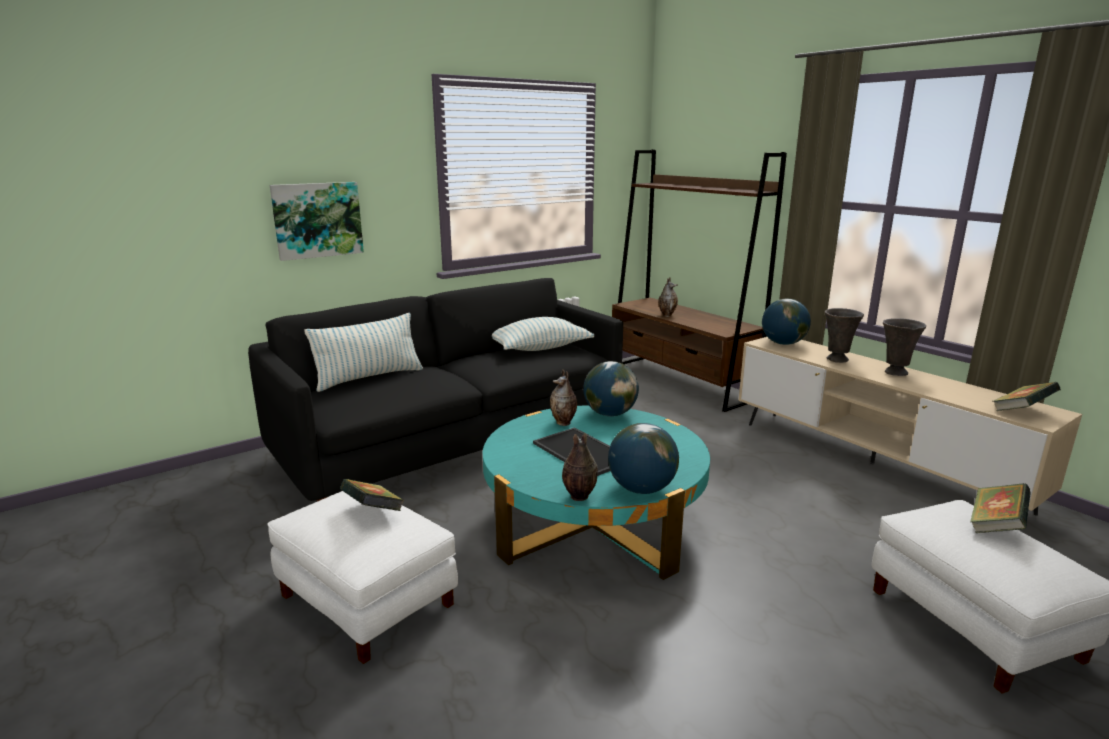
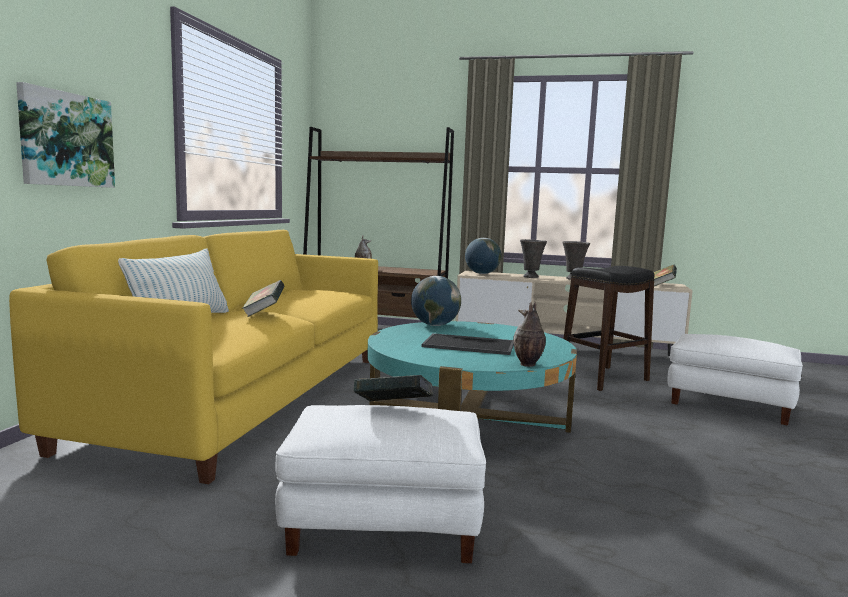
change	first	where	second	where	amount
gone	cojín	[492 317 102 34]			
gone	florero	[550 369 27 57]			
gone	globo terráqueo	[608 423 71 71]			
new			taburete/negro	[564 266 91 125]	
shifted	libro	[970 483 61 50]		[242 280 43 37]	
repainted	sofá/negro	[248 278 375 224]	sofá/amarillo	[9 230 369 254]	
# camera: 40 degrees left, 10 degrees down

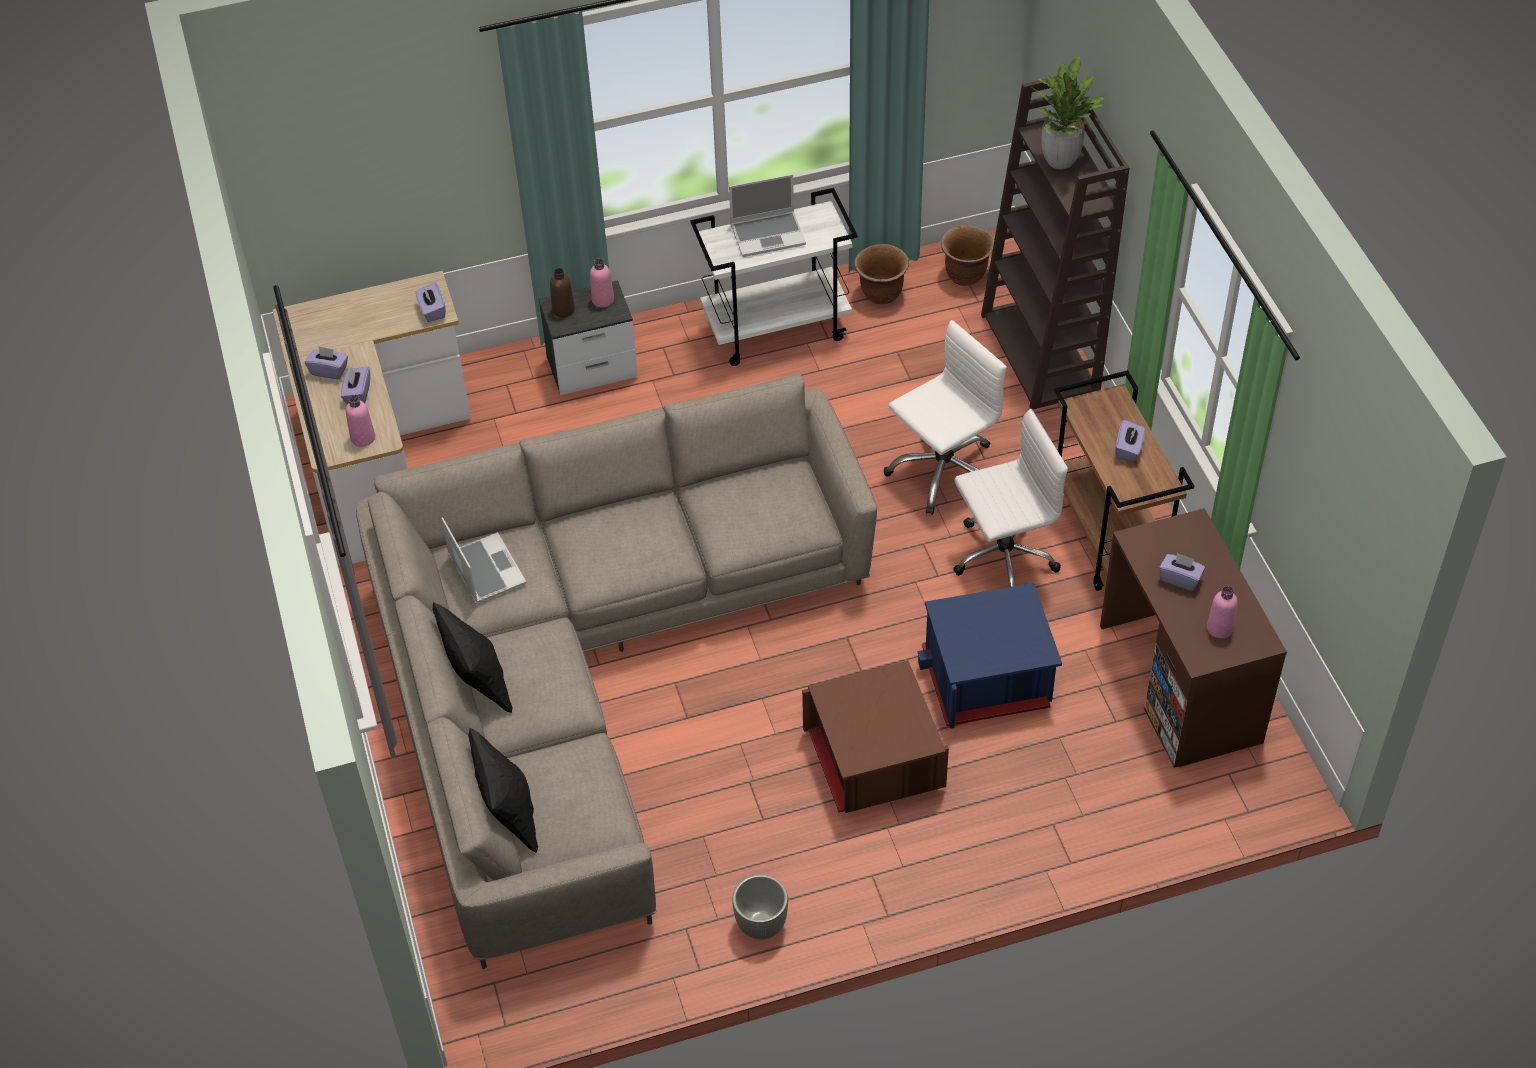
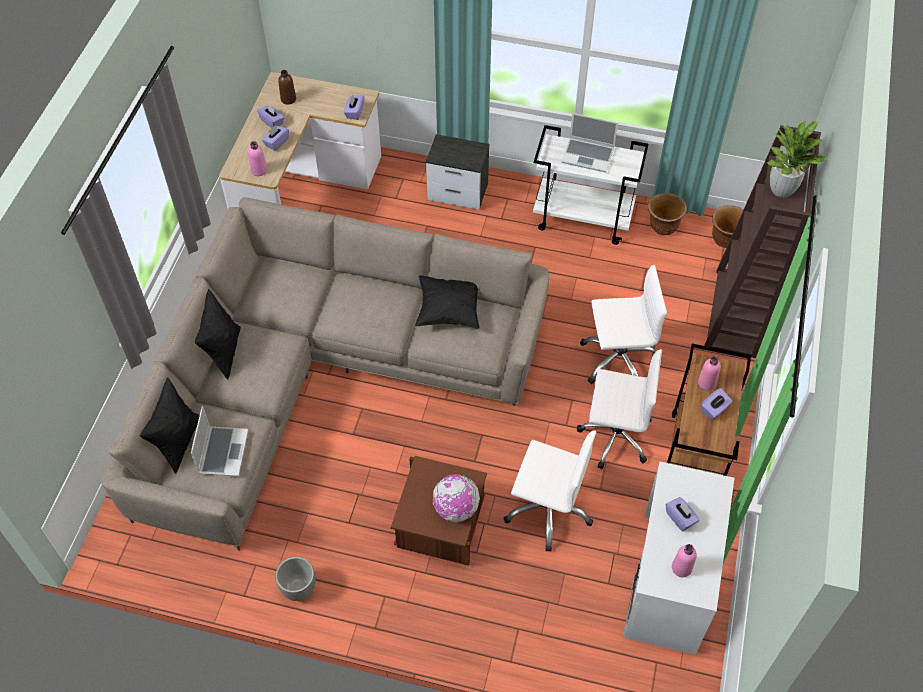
change	first	where	second	where	amount
new			cojín/negro	[415 275 64 54]	
new			globo terráqueo	[433 474 47 48]	
shifted	portátil	[441 517 86 87]		[191 406 57 71]	
shifted	botella/marrón	[550 268 25 49]		[278 70 18 35]	
shifted	botella/rosa	[590 259 24 49]		[698 356 23 34]	
swapped	caja de almacenaje/azul	[917 582 145 147]	silla de oficina/blanco	[504 430 92 121]	
repainted	escritorio/marrón	[1100 508 187 260]	escritorio/blanco	[623 462 111 193]	
# camera: 30 degrees right, 5 degrees up

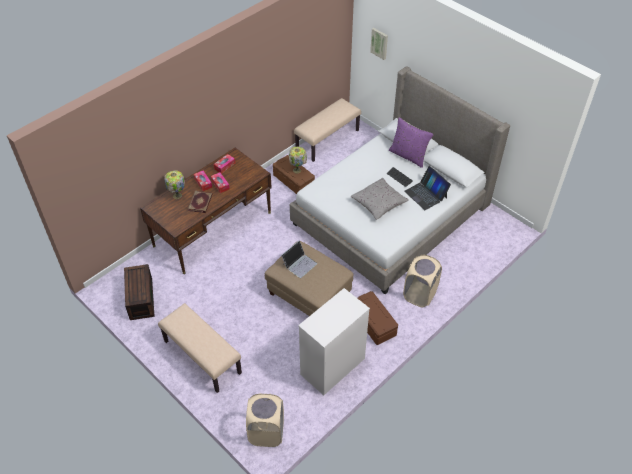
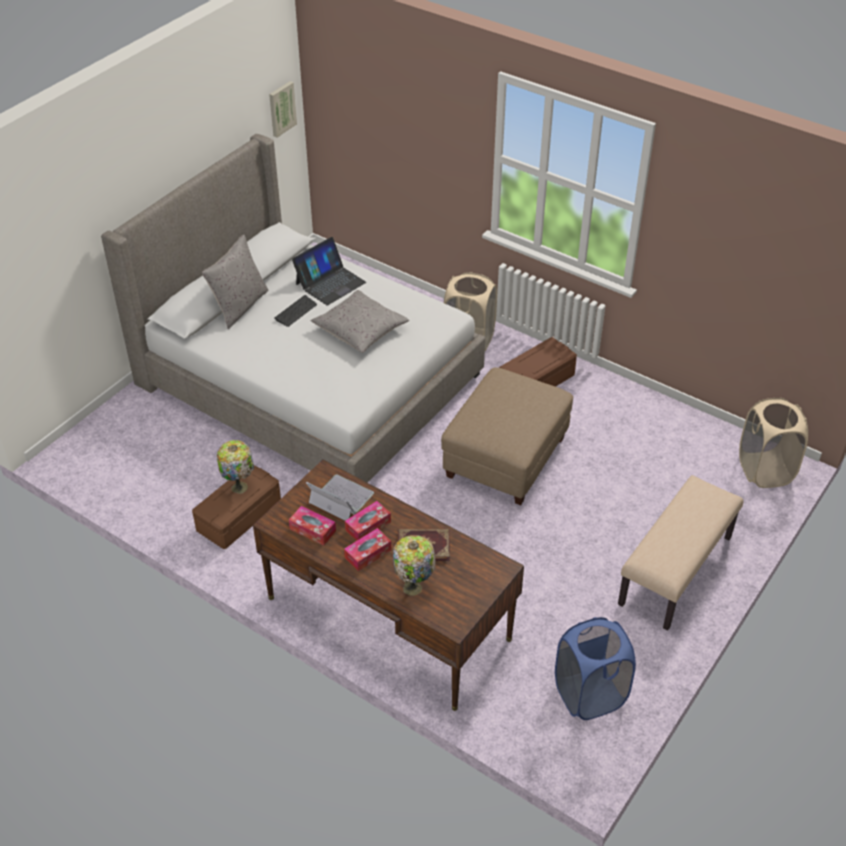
change	first	where	second	where	amount
gone	banco/beis	[294 98 67 64]			
gone	cómoda/blanco	[298 288 72 107]			
shifted	portátil	[281 240 36 38]		[306 474 68 46]	
shifted	cuadro	[370 28 18 32]		[269 81 28 57]	
swapped	caja de almacenaje/marrón	[124 264 31 56]	cesto de la ropa/azul	[555 617 81 103]	
repainted	cojín/morado	[389 118 45 50]	cojín/gris	[202 235 66 94]	
# camera: 100 degrees left, 5 degrees down

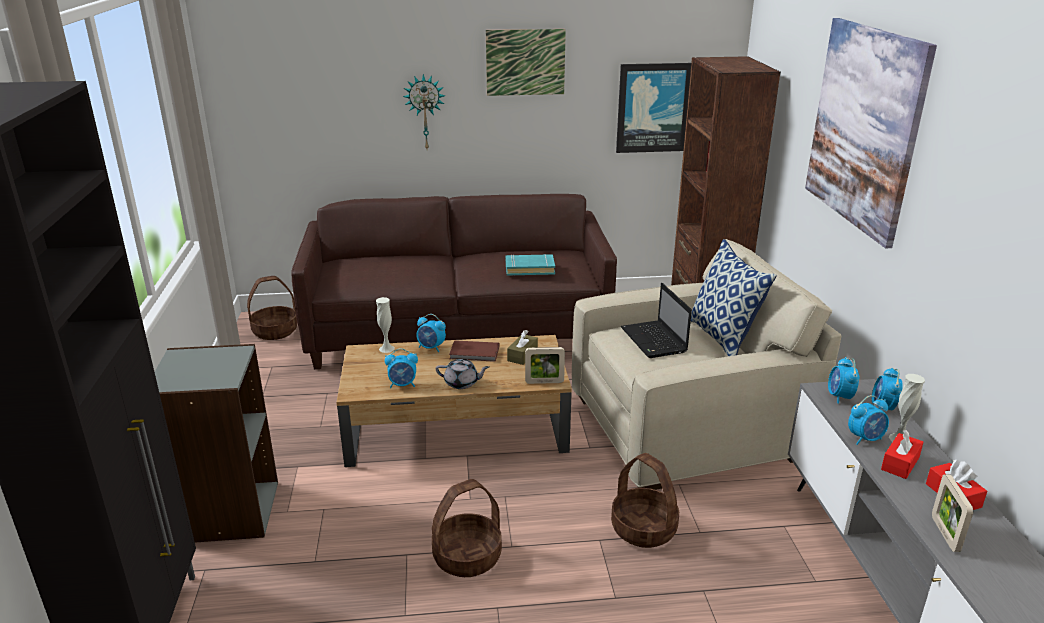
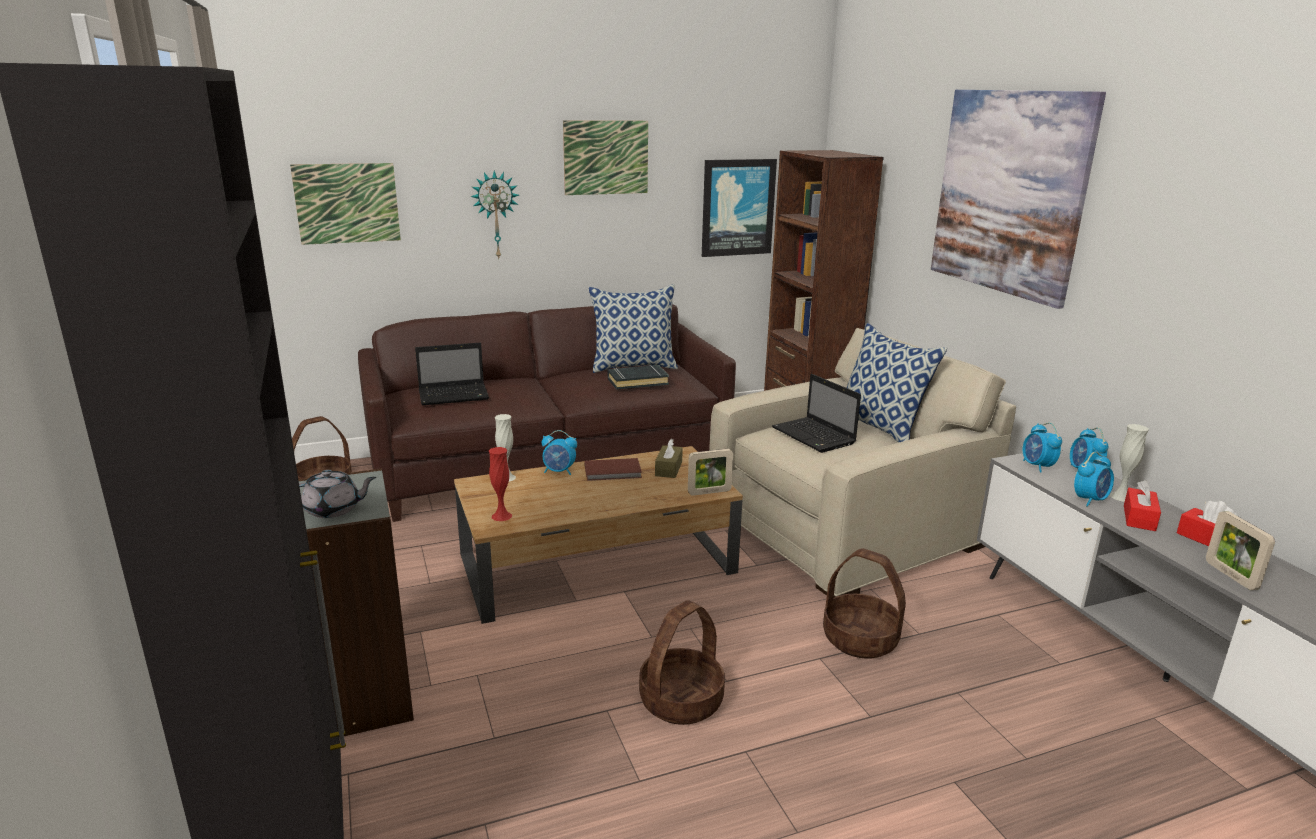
change	first	where	second	where	amount
gone	despertador	[385 348 33 41]			
new			cuadro	[290 163 111 82]	
new			portátil	[415 343 74 62]	
new			florero/rojo	[489 447 23 74]	
new			cojín	[589 284 89 89]	
shifted	tetera/gris	[436 359 53 30]		[299 470 77 48]	
repainted	libro/turquesa	[506 254 49 22]	libro/negro	[608 365 61 25]	
# camera: 15 degrees left, 5 degrees down

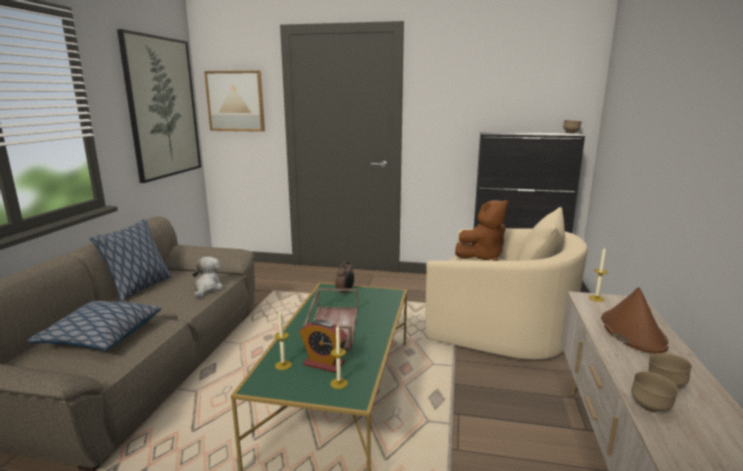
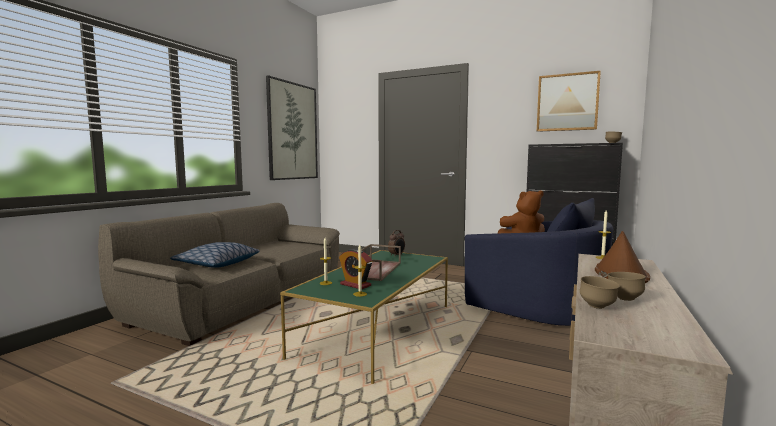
change	first	where	second	where	amount
gone	cojín	[90 219 82 83]			
gone	peluche	[192 257 31 41]			
shifted	cuadro	[204 71 61 61]		[537 71 64 61]	
repainted	sillón/beis	[425 207 163 152]	sillón/azul	[465 198 148 128]	
# camera: 15 degrees right, 10 degrees down

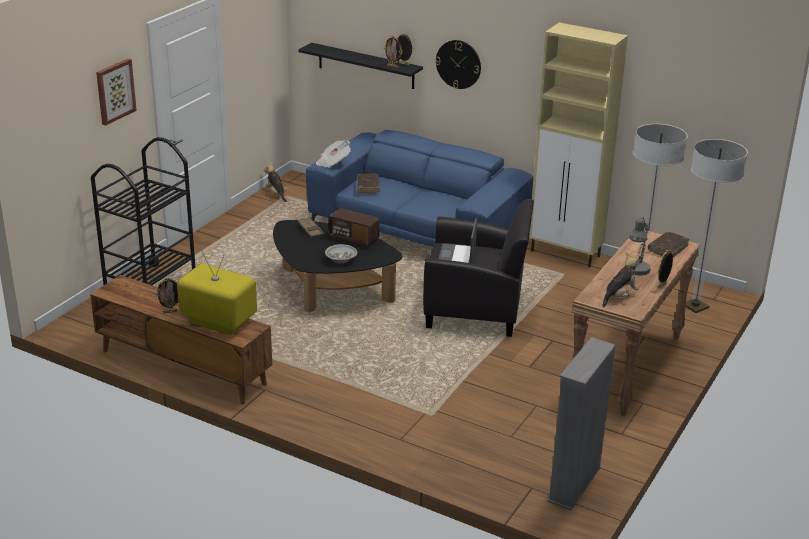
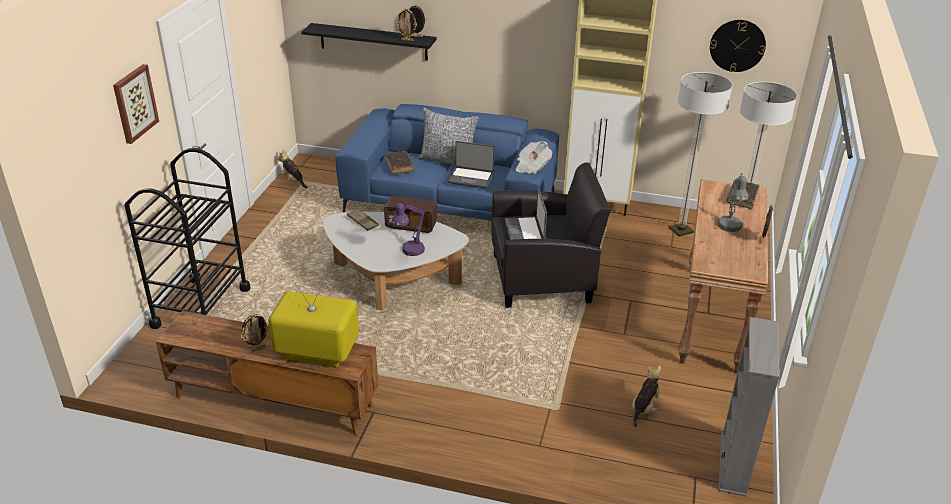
change	first	where	second	where	amount
new			cojín	[418 108 61 57]	
new			portátil	[448 141 47 48]	
shifted	periódico	[316 140 35 28]		[515 141 37 33]	
shifted	reloj de pared	[435 40 46 49]		[710 20 56 52]	
shifted	peluche	[603 253 36 54]		[632 366 30 61]	
swapped	cuenco	[325 244 32 19]	lámpara de mesa/morado	[391 201 35 55]	
repainted	mesa de centro/negro	[273 220 129 93]	mesa de centro/blanco	[323 212 146 98]	
# camera: 15 degrees left, 5 degrees up

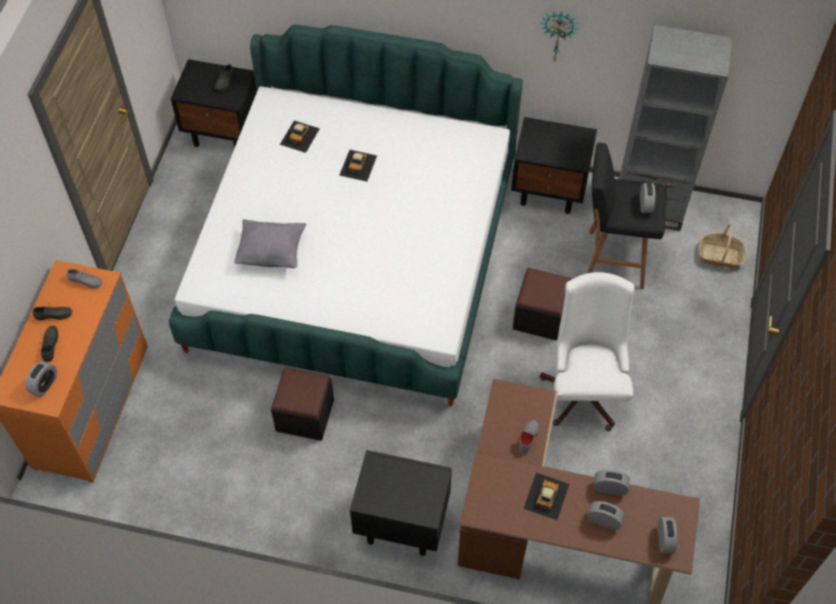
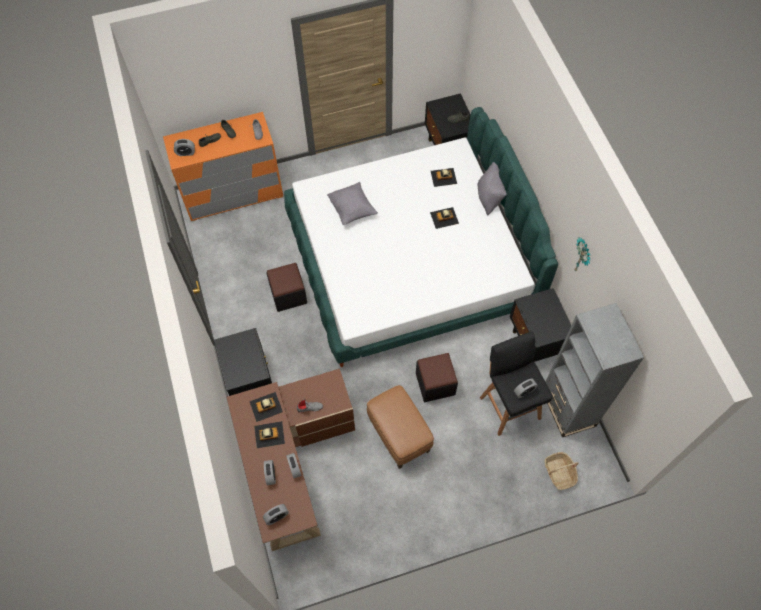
change	first	where	second	where	amount
new			coche de juguete	[249 392 34 30]	
new			cojín/gris	[477 162 30 53]	
swapped	silla de oficina/blanco	[540 272 94 159]	puf/marrón	[367 385 67 84]	
# camera: 60 degrees right, 5 degrees up

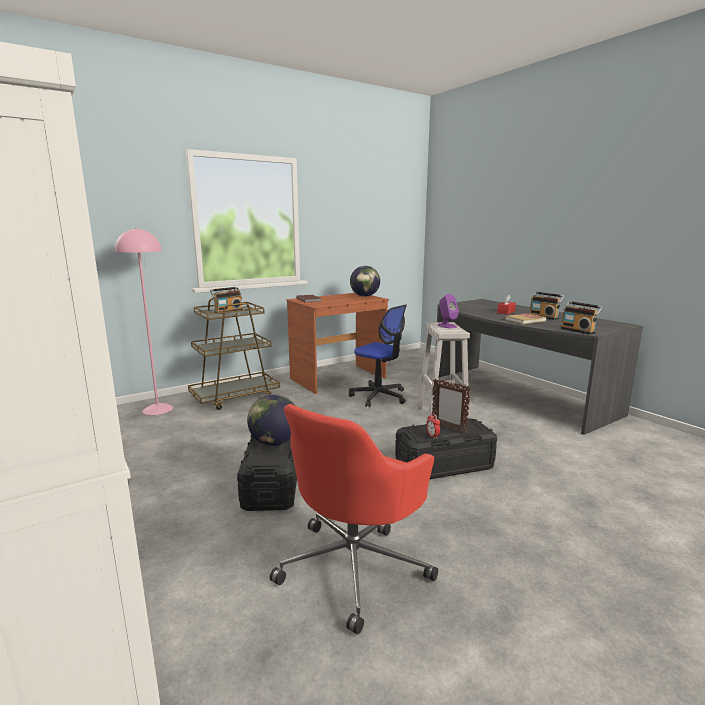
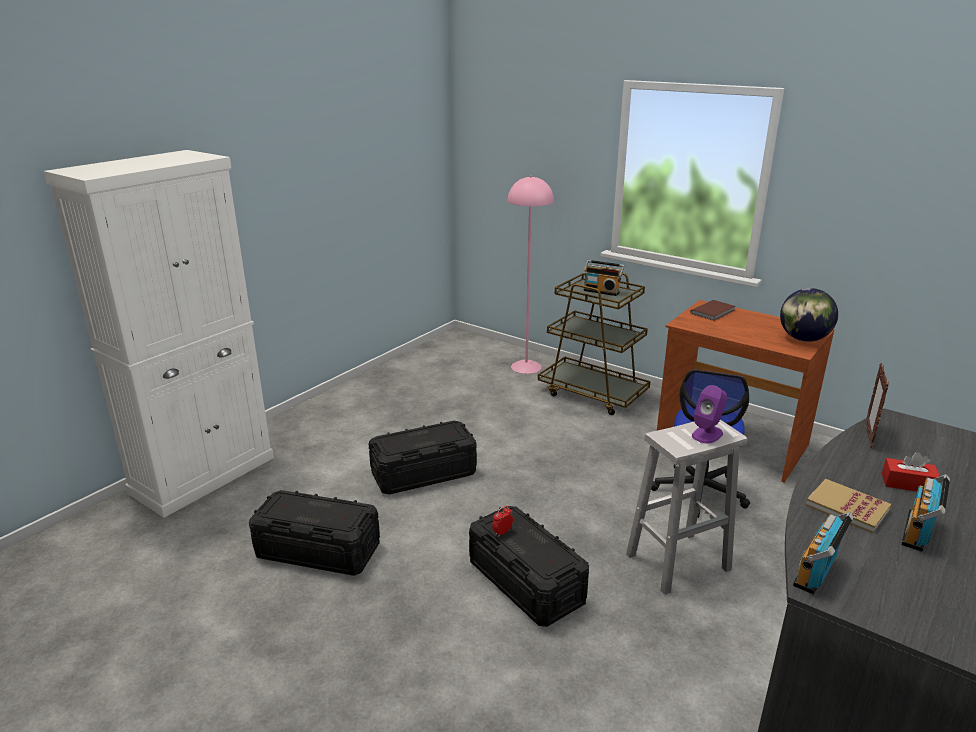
change	first	where	second	where	amount
gone	globo terráqueo	[247 394 47 52]			
shifted	portarretratos	[432 378 39 56]		[865 363 24 85]	
swapped	silla de oficina/rojo	[270 404 168 230]	caja de almacenaje/negro	[249 490 131 86]	
# camera: 70 degrees right, 10 degrees up

